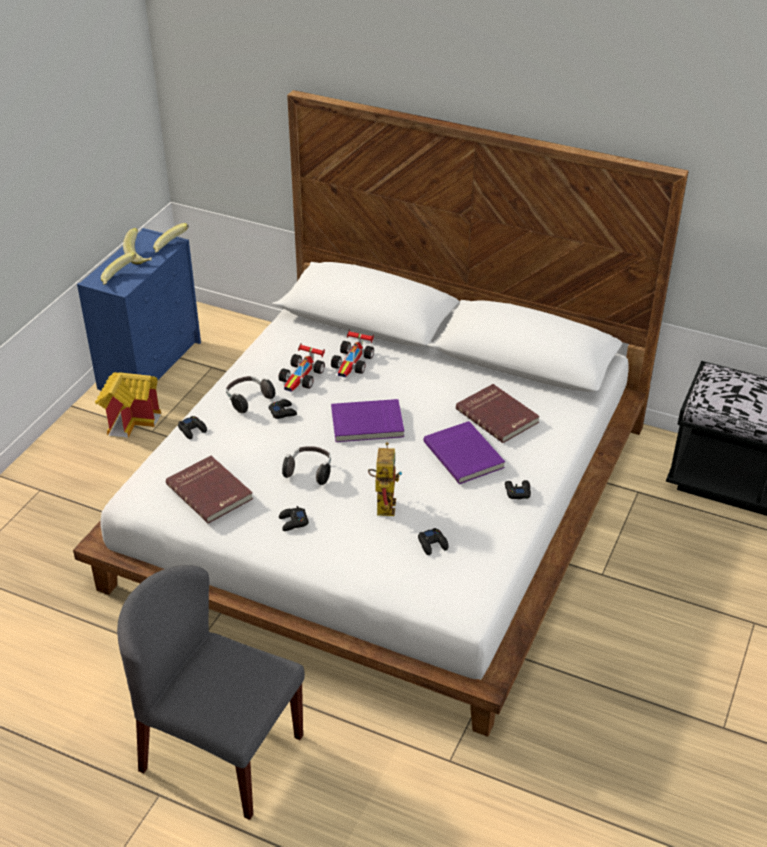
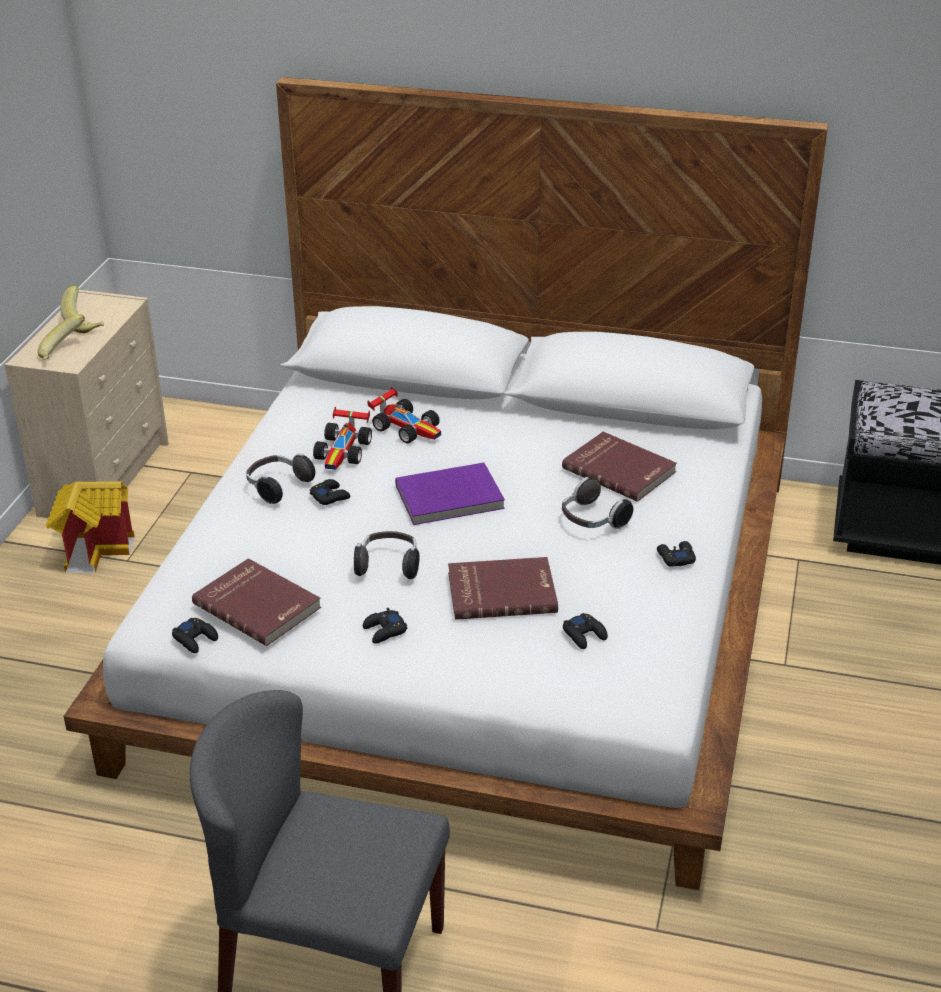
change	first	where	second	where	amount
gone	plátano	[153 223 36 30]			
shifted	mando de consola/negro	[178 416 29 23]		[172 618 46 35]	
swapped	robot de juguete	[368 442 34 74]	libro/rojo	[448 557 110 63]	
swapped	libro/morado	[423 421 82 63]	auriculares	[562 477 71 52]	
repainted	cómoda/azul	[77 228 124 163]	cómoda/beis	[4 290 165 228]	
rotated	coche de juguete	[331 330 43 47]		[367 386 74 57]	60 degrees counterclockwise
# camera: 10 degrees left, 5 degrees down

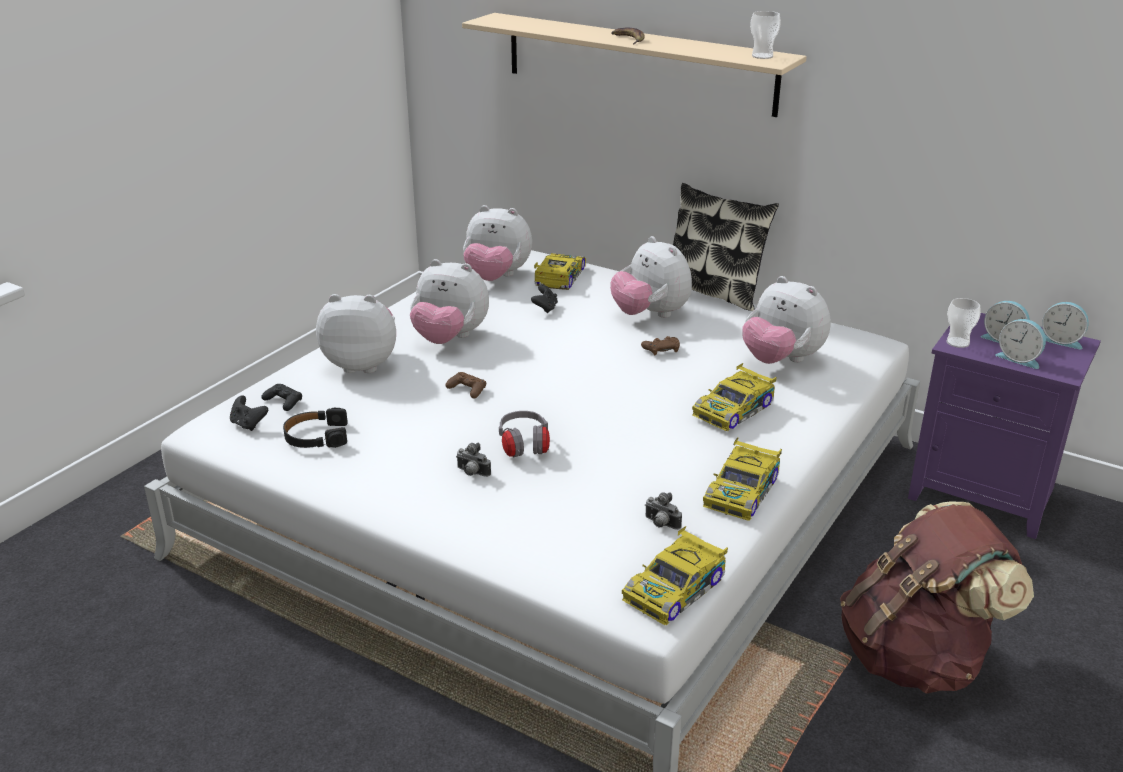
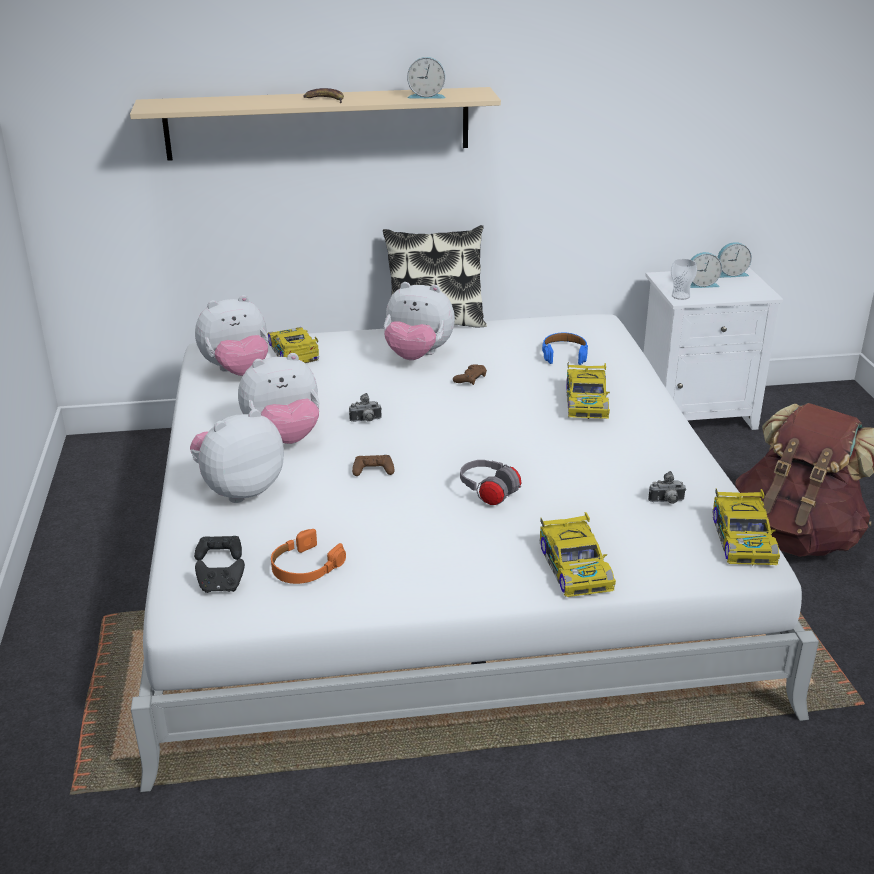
change	first	where	second	where	amount
gone	mando de consola/negro	[531 284 27 29]			
gone	taza	[750 11 31 48]			
shifted	cámara	[456 443 35 34]		[349 393 33 29]	
shifted	coche de juguete	[703 437 79 84]		[540 512 76 85]	
shifted	despertador	[995 319 51 50]		[407 57 39 42]	
swapped	peluche	[742 276 89 88]	auriculares/azul	[542 332 46 33]	
repainted	auriculares/negro	[283 407 65 41]	auriculares/naranja	[271 529 75 55]	
repainted	mesita de noche/morado	[908 313 193 226]	mesita de noche/blanco	[644 267 139 163]	
# camera: 40 degrees left, 0 degrees up

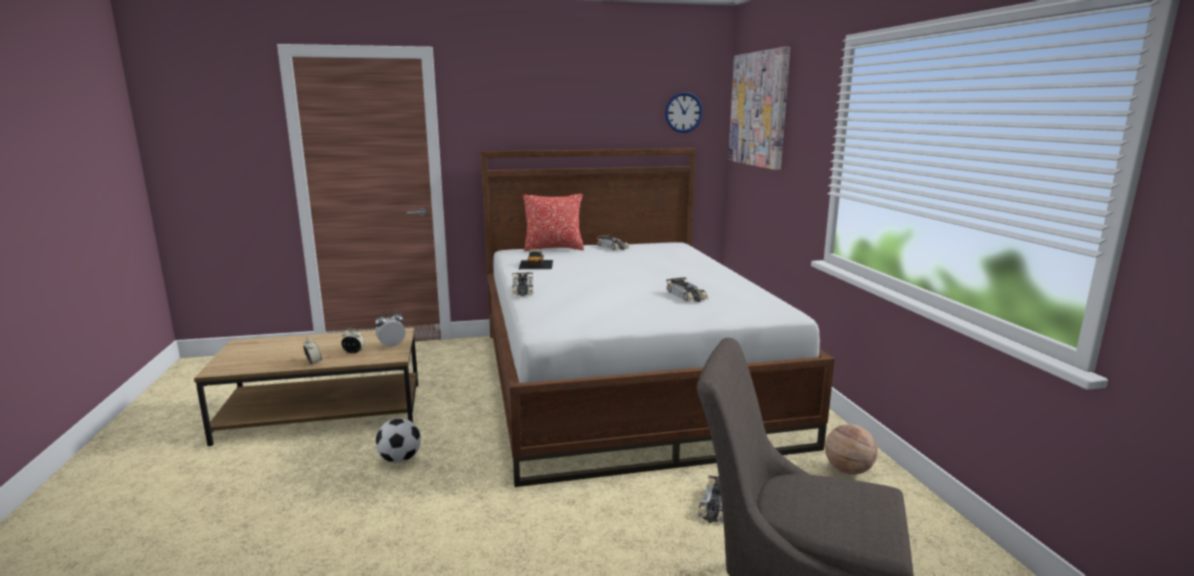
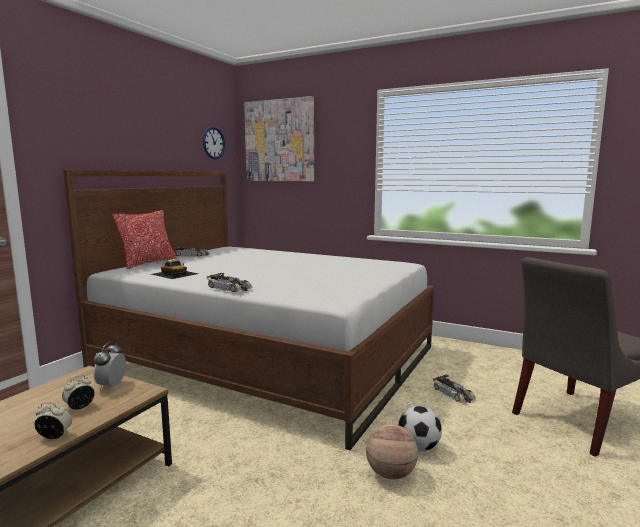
change	first	where	second	where	amount
gone	coche de juguete	[666 277 43 25]			
shifted	balón de fútbol	[376 418 45 45]		[398 406 44 45]	
shifted	balón de baloncesto	[825 424 53 51]		[366 424 52 56]	
# camera: 50 degrees left, 5 degrees down

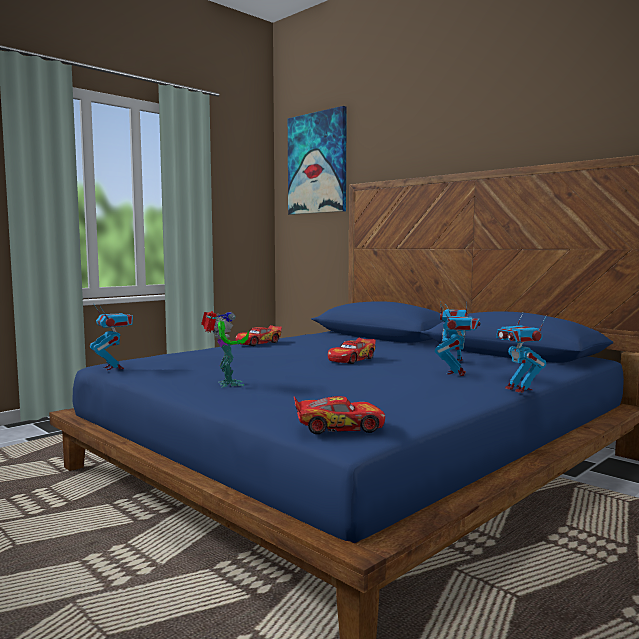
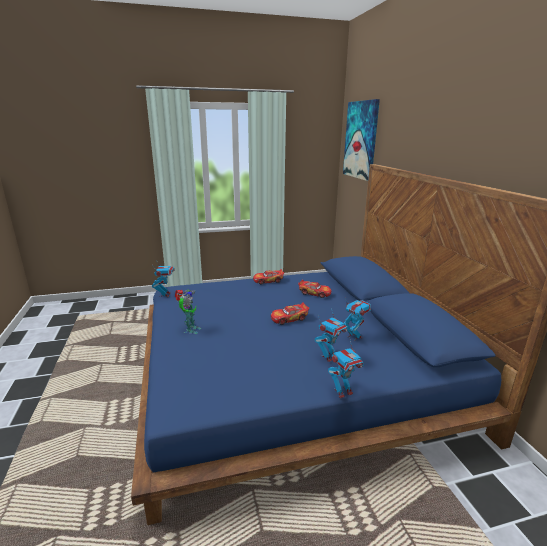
change	first	where	second	where	amount
shifted	coche de juguete	[294 396 91 38]		[298 279 34 19]	
rotated	robot de juguete	[496 312 51 81]		[328 337 36 61]	120 degrees counterclockwise
# camera: 30 degrees right, 15 degrees up

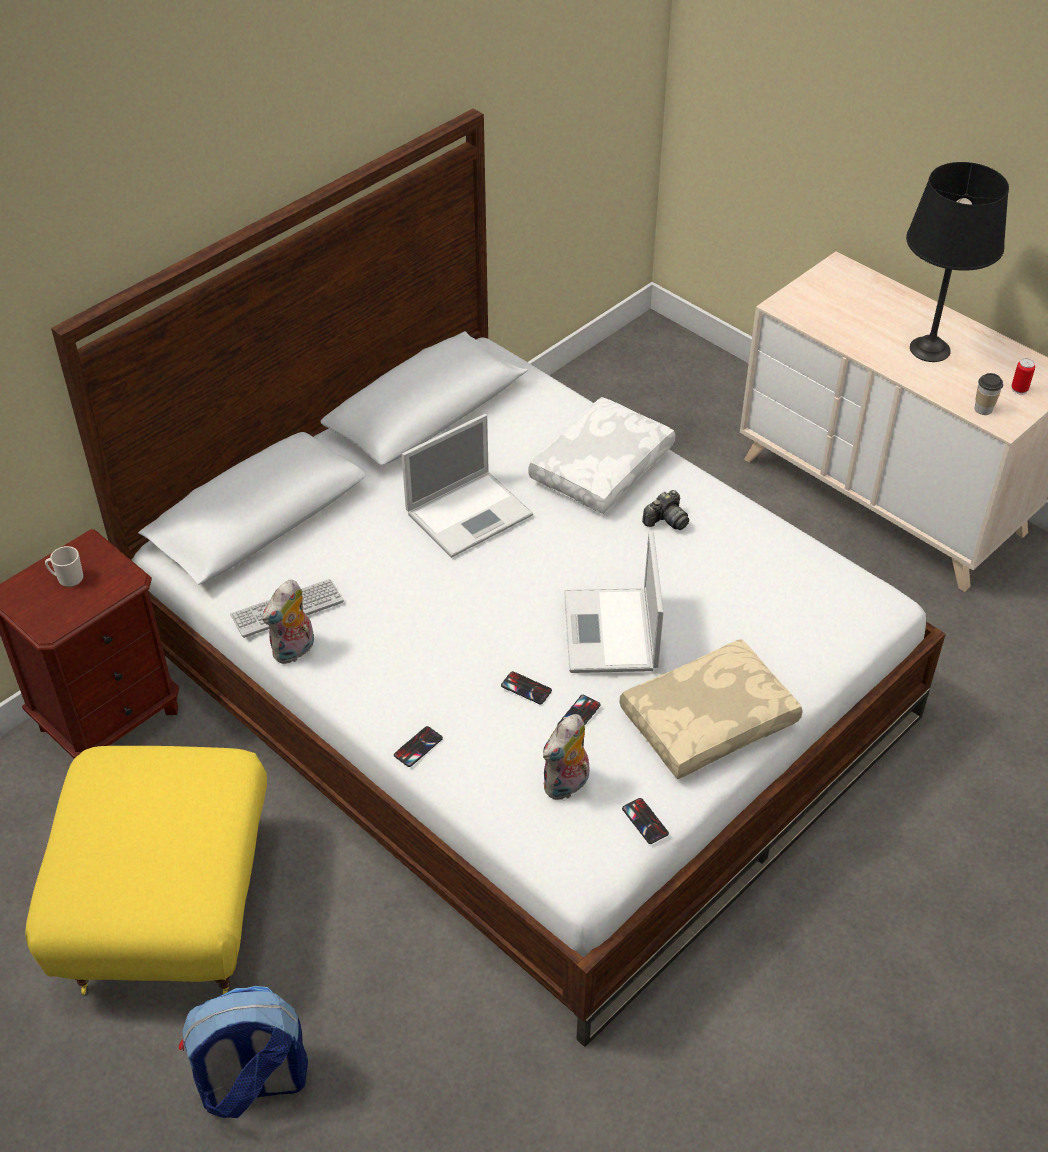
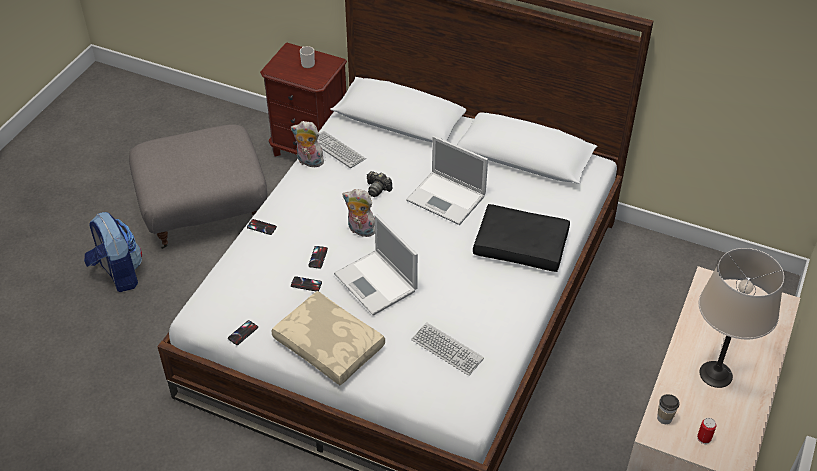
change	first	where	second	where	amount
new			teclado	[411 322 73 54]	
shifted	peluche	[543 714 46 86]		[343 189 32 48]	
shifted	cámara	[642 490 47 40]		[367 171 26 26]	
repainted	puf/amarillo	[25 746 242 249]	puf/gris	[129 124 139 125]	
repainted	cojín/blanco	[528 397 147 117]	cojín/negro	[473 204 97 68]	
repainted	lámpara de mesa/negro	[906 162 103 200]	lámpara de mesa/beis	[699 248 85 140]	
rotated	portátil	[564 532 100 141]		[334 214 84 102]	105 degrees counterclockwise
# camera: 70 degrees right, 0 degrees up

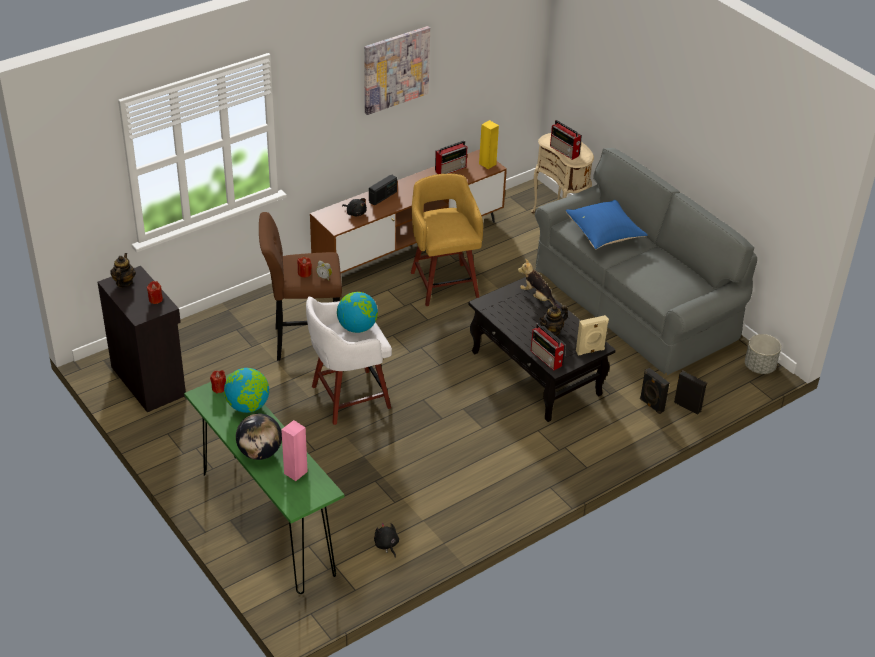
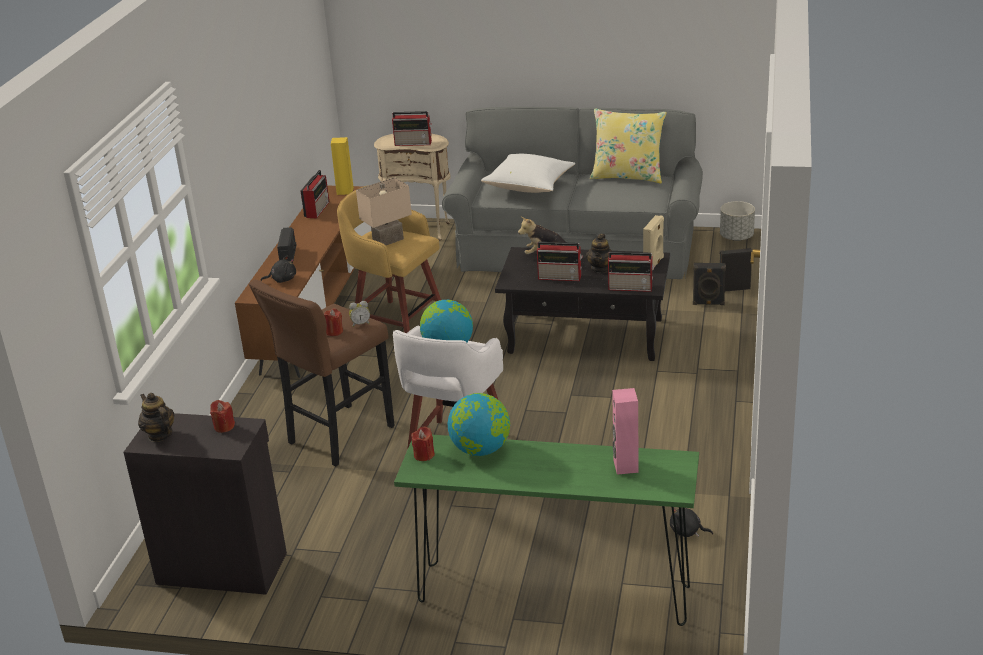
change	first	where	second	where	amount
gone	globo terráqueo	[236 414 46 46]			
gone	cuadro	[364 26 66 89]			
new			lámpara de mesa/beis	[356 177 56 68]	
new			radio	[537 242 46 39]	
new			cojín/amarillo	[590 108 77 76]	
repainted	cojín/azul	[566 200 82 49]	cojín/blanco	[481 154 94 39]	
# camera: 40 degrees left, 10 degrees down

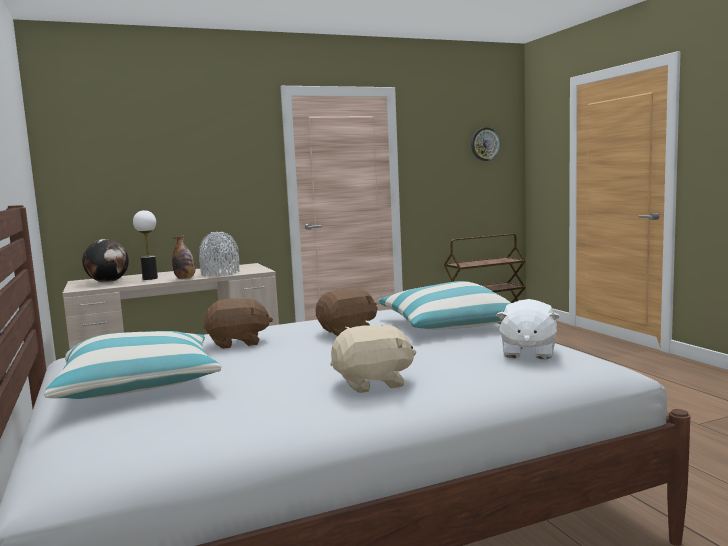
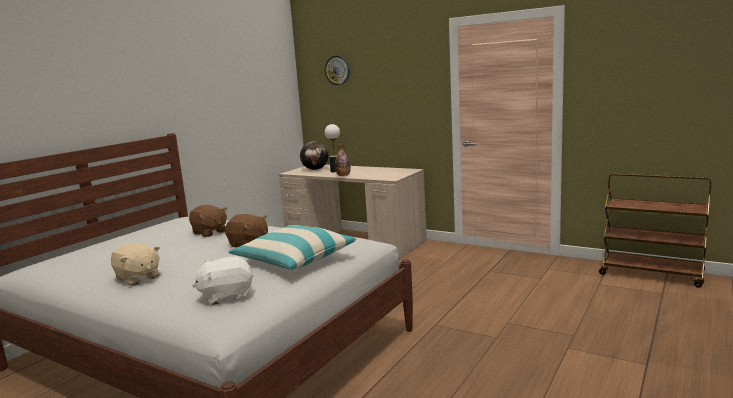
change	first	where	second	where	amount
gone	cojín	[44 331 177 68]			
gone	florero/gris	[198 232 41 45]			
shifted	reloj de pared	[471 128 29 33]		[325 56 25 29]	
# camera: 55 degrees right, 5 degrees up

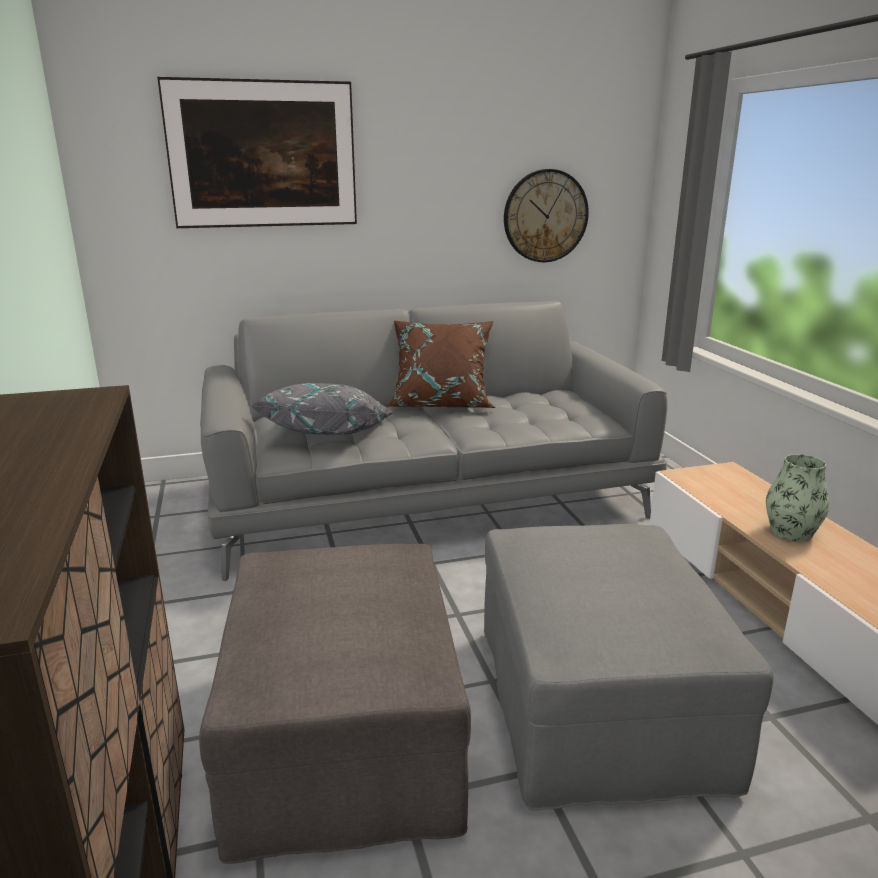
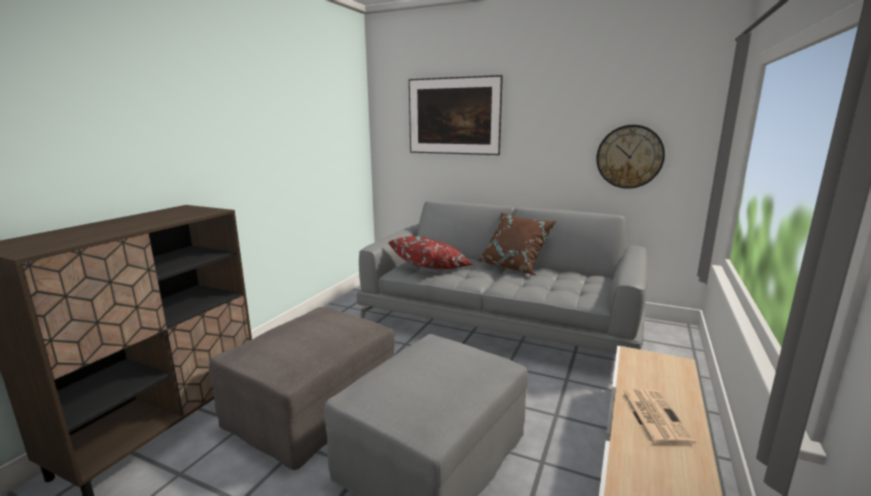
change	first	where	second	where	amount
swapped	florero	[766 454 63 88]	periódico	[620 389 76 56]	
repainted	cojín/gris	[250 383 144 52]	cojín/rojo	[388 236 85 33]	
# camera: 40 degrees right, 5 degrees down

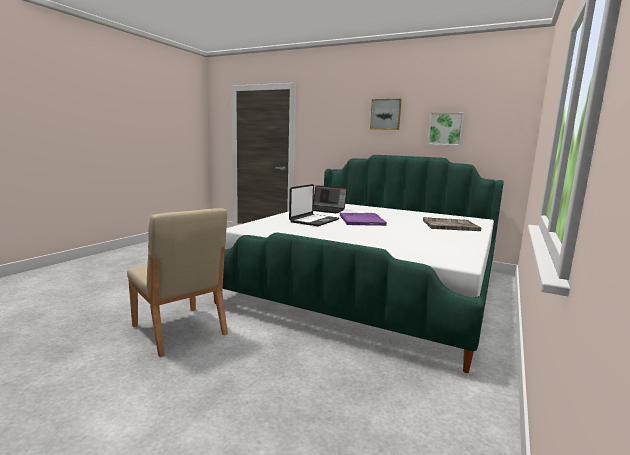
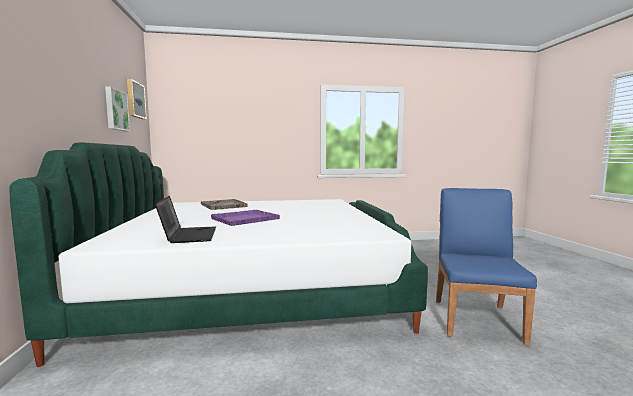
change	first	where	second	where	amount
gone	portátil	[289 184 50 42]			
shifted	cuadro	[370 99 32 31]		[127 79 20 40]	
repainted	silla/beis	[127 208 101 149]	silla/azul	[436 188 101 158]	
# camera: 125 degrees left, 5 degrees down

